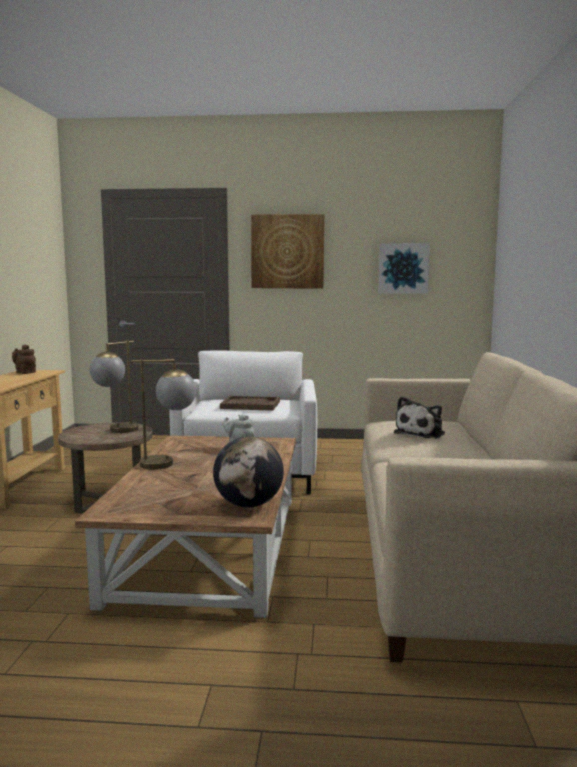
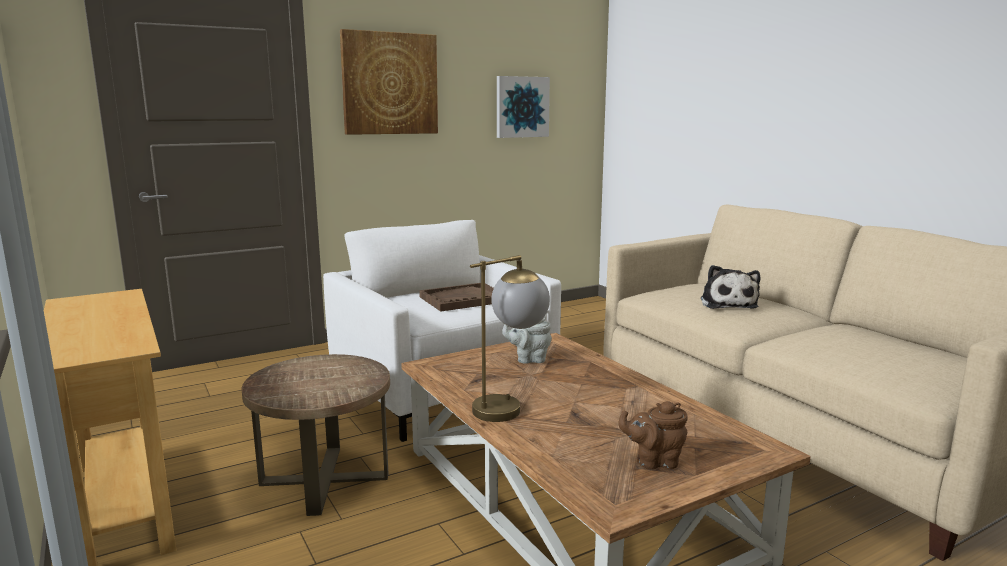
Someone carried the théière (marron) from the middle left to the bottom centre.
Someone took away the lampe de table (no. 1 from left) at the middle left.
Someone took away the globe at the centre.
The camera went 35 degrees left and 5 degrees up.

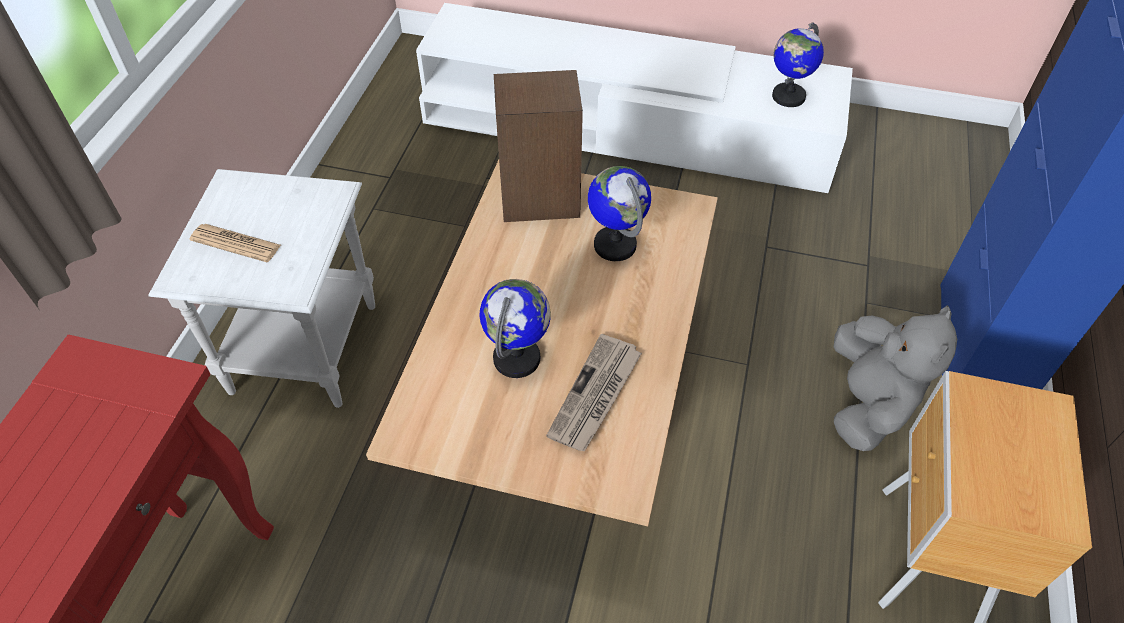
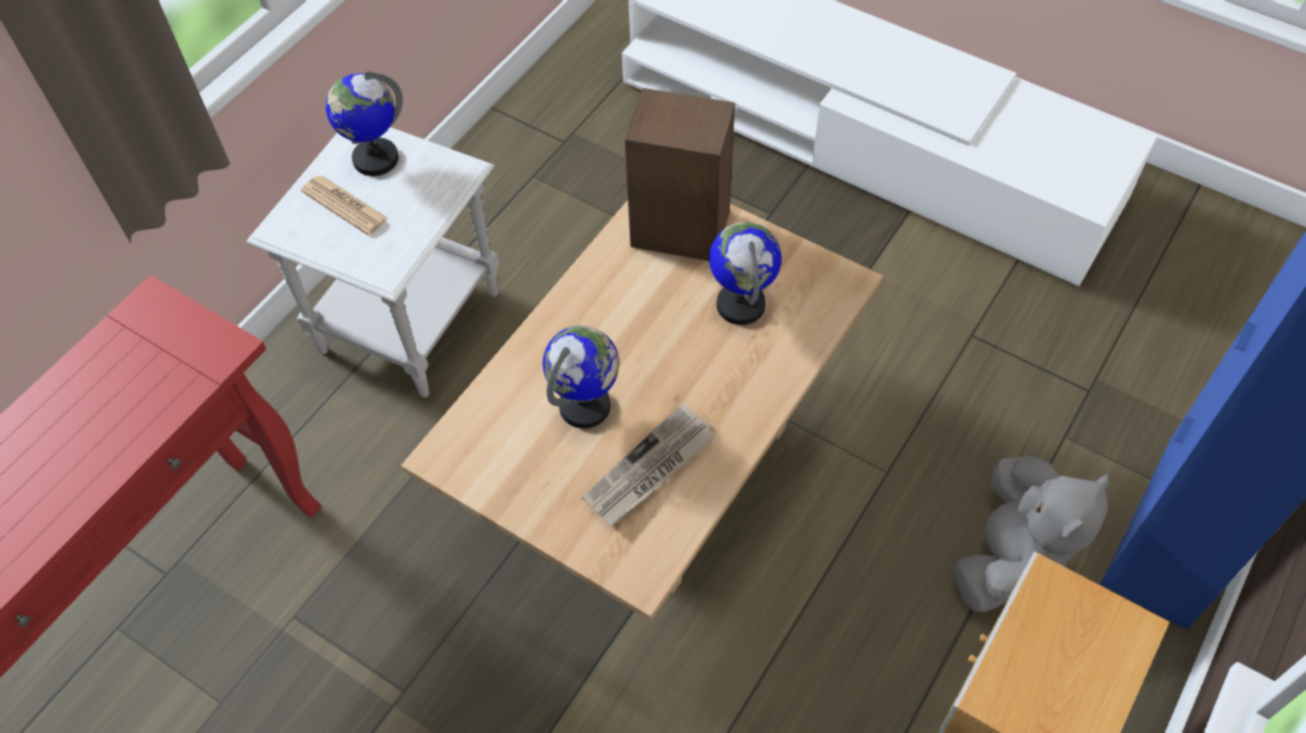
Someone carried the globe (no. 3 from left in the first image) from the top right to the top left.
The camera went 20 degrees right and 5 degrees up.

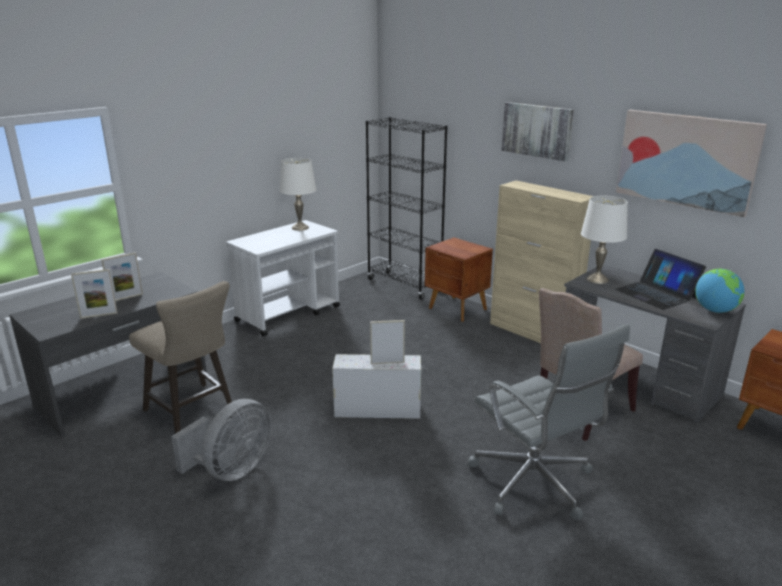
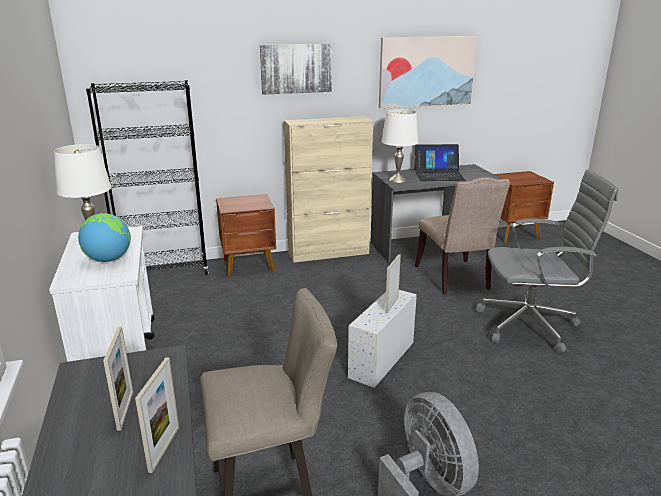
Someone carried the globe from the middle right to the middle left.
The camera went 60 degrees left and 0 degrees up.

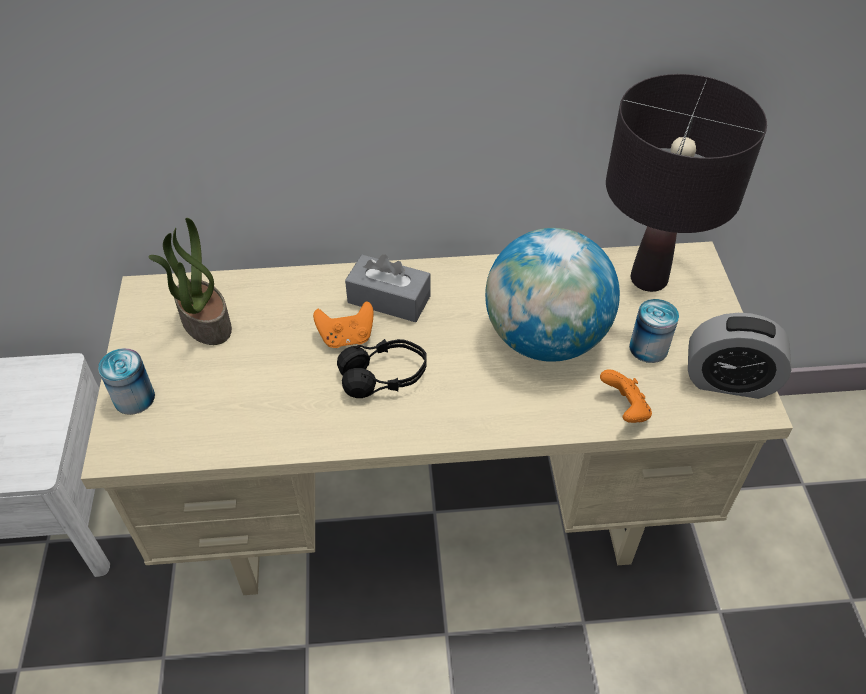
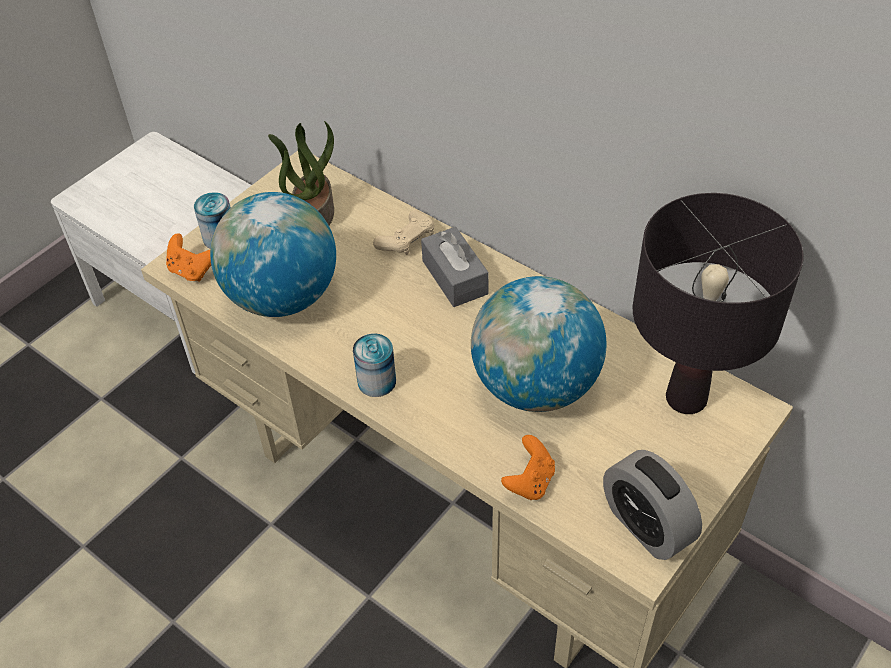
Someone carried the manette (orange) (no. 1 from left) from the centre to the middle left.
Someone took away the casque audio (noir) at the centre.
Someone carried the boîte métallique (no. 2 from left) from the middle right to the centre.
Someone put down the globe (no. 1 from left) at the middle left.
Someone put down the manette (beige) at the centre.
The camera went 45 degrees right and 0 degrees up.

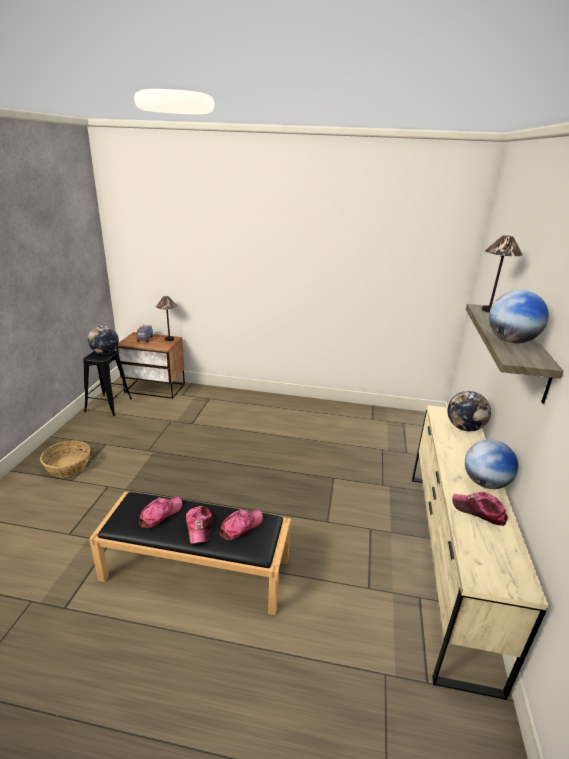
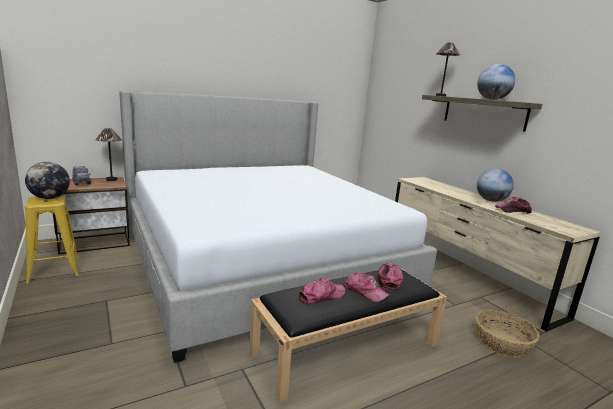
Someone carried the panier from the middle left to the bottom right.
Someone repainted the tabouret (noir) at the middle left, which became the tabouret (jaune) at the middle left.
Someone rotated the casquette (no. 1 from left) at the bottom left by 60 degrees clockwise.
Someone took away the globe (no. 2 from left) at the middle right.
Someone put down the lit at the centre.
The camera went 40 degrees left and 10 degrees down.

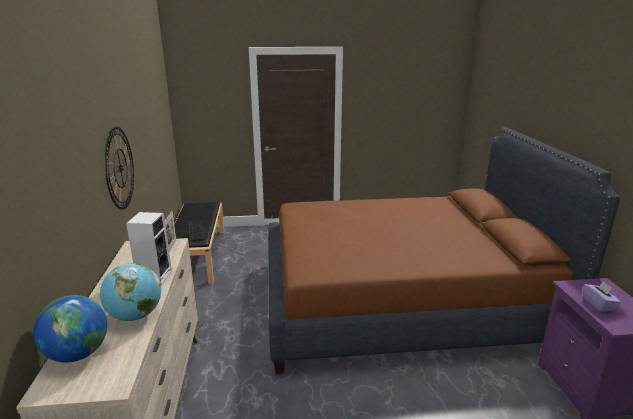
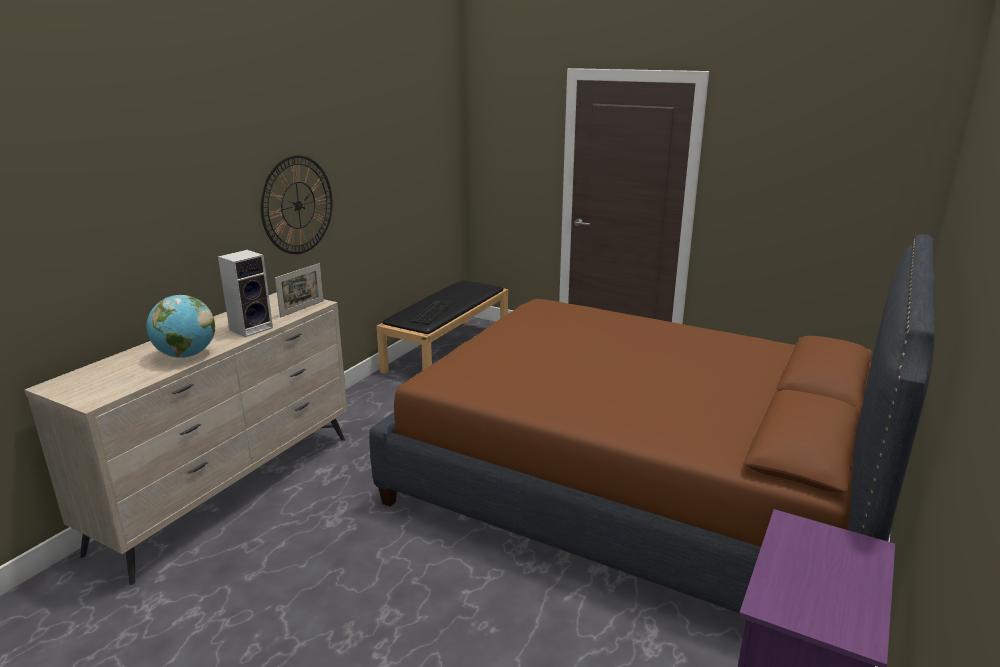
Someone took away the globe (no. 1 from left) at the bottom left.
Someone took away the boîte à mouchoirs (violet) at the bottom right.
The camera went 35 degrees right and 0 degrees up.

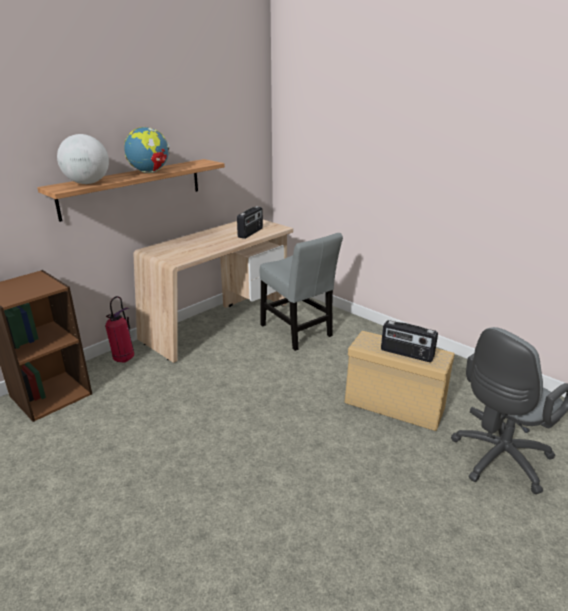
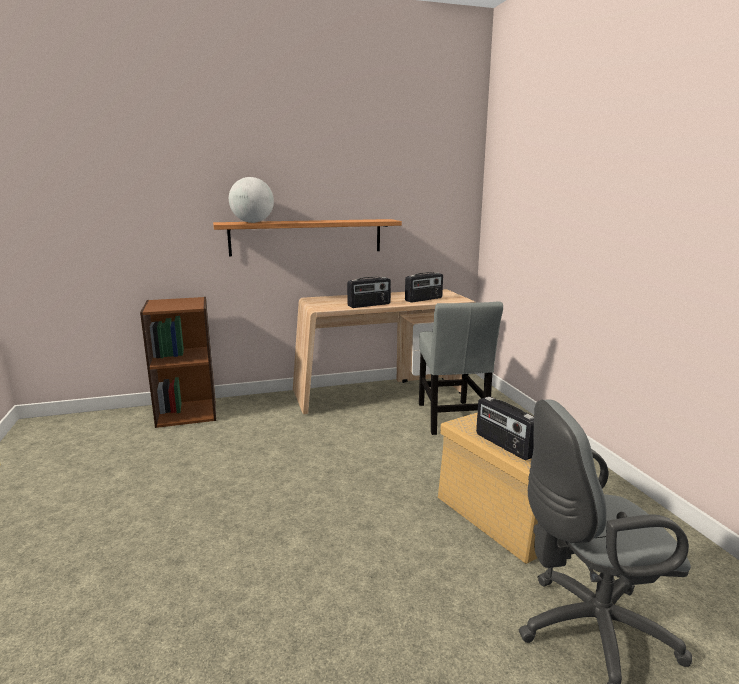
Someone took away the extincteur at the middle left.
Someone took away the globe (no. 2 from left) at the top left.
Someone put down the radio (no. 1 from left) at the centre.
The camera went 30 degrees right and 10 degrees down.

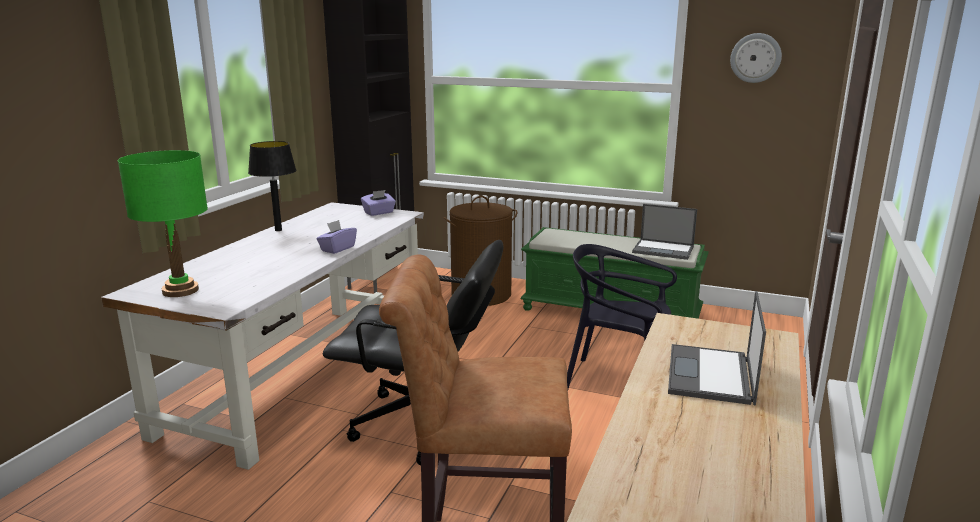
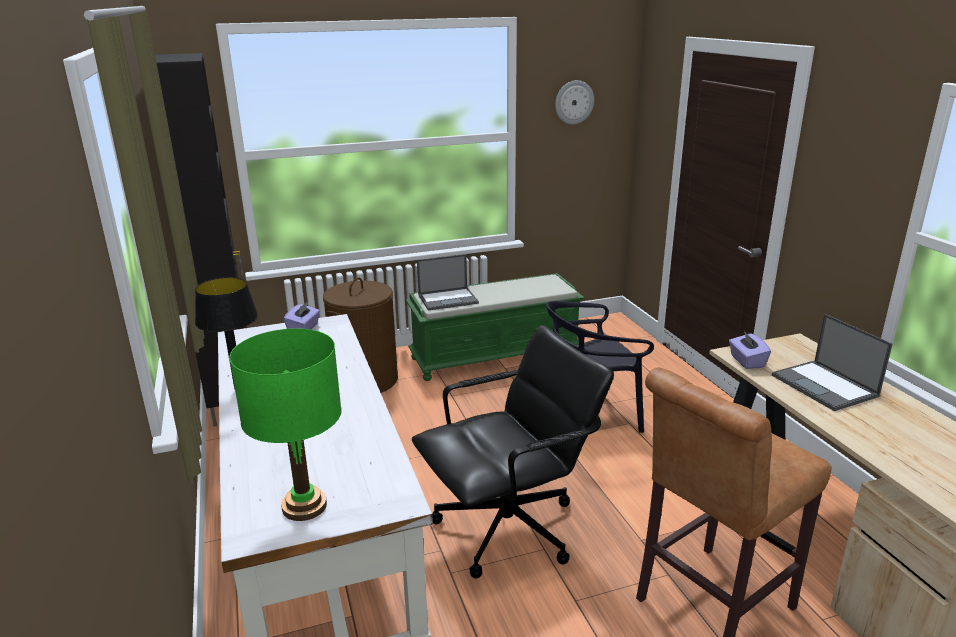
Someone carried the boîte à mouchoirs (violet) (no. 1 from left in the first image) from the centre to the middle right.
Someone carried the ordinateur portable (no. 1 from left) from the middle right to the centre.
The camera went 40 degrees left and 5 degrees up.

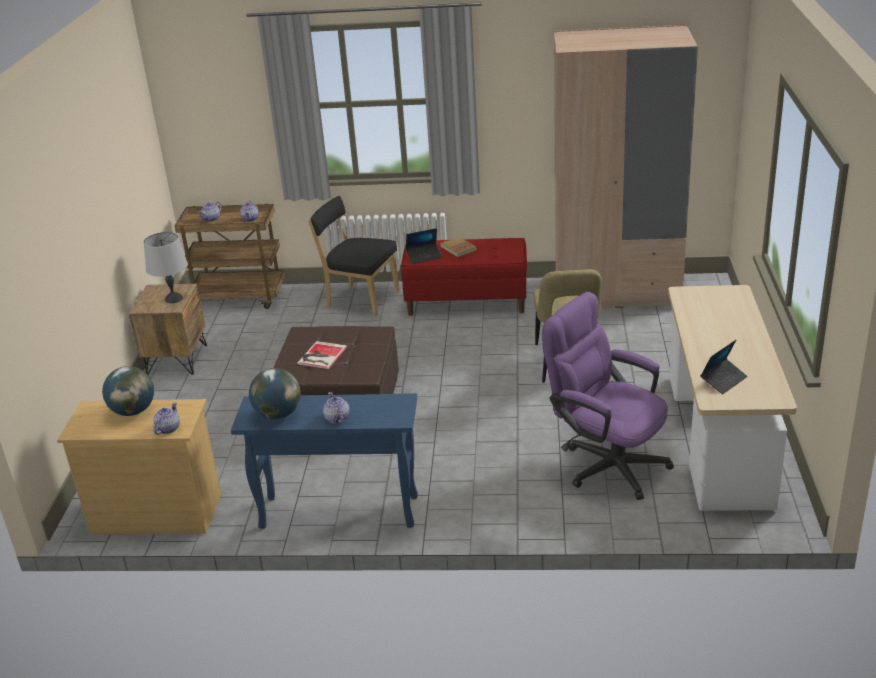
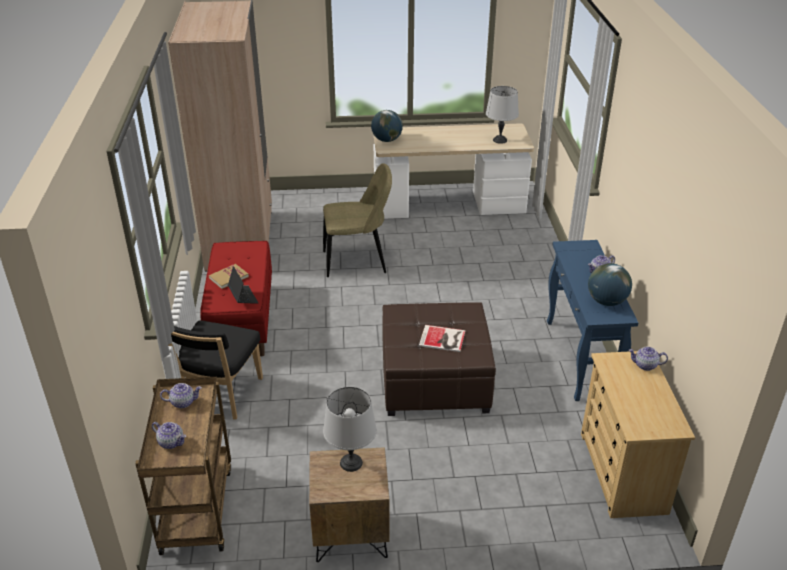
Someone carried the globe (no. 1 from left) from the middle left to the top centre.
Someone took away the chaise de bureau (violet) at the middle right.
Someone swapped the ordinateur portable (no. 2 from left) at the middle right for the lampe de table (gris) (no. 2 from left) at the top centre.
The camera went 100 degrees left and 5 degrees up.

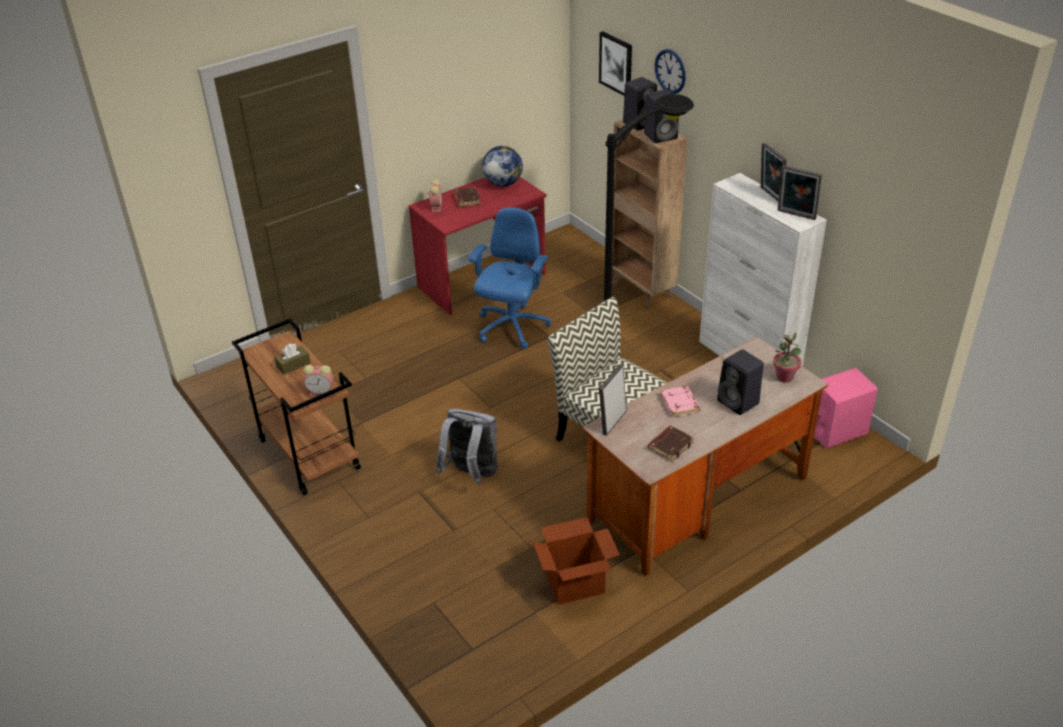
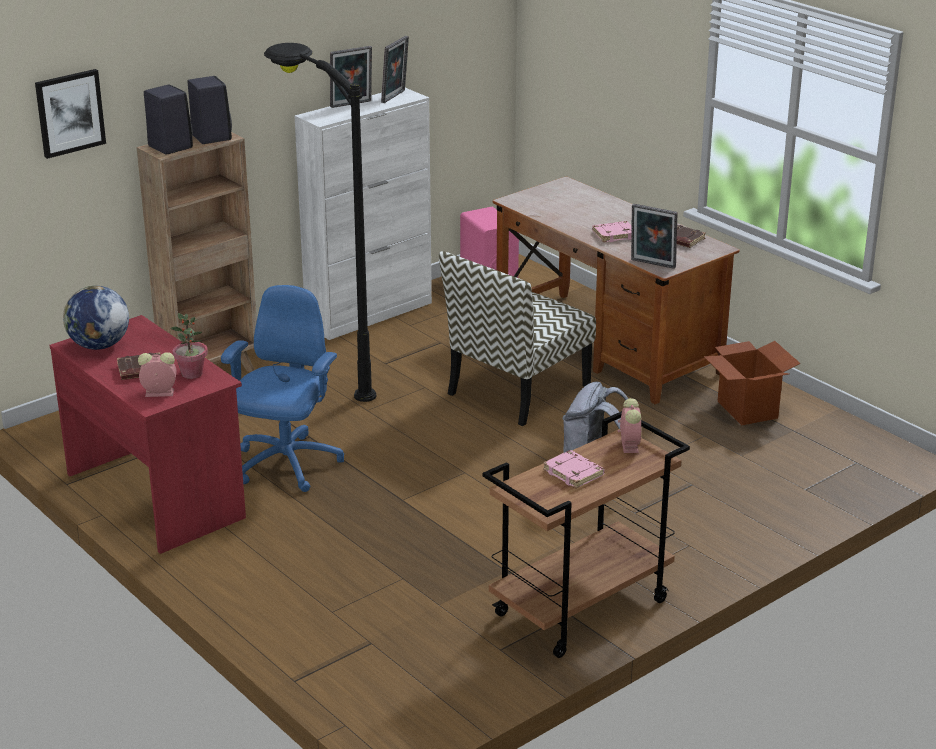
Someone swapped the boîte à mouchoirs (marron) at the middle left for the livre (rose) (no. 1 from left) at the centre.
Someone rotated the chaise de bureau (bleu) at the centre by 90 degrees clockwise.
Someone took away the horloge murale at the top centre.
Someone took away the enceinte (noir) (no. 3 from left) at the middle right.
Someone carried the plante en pot from the middle right to the middle left.
The camera went 95 degrees left and 10 degrees down.

